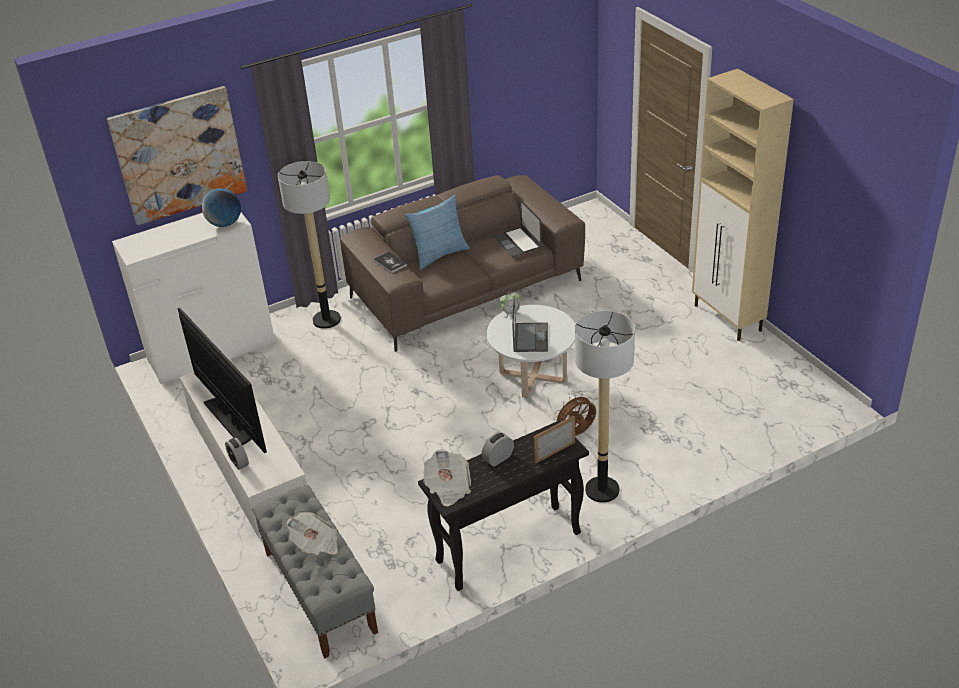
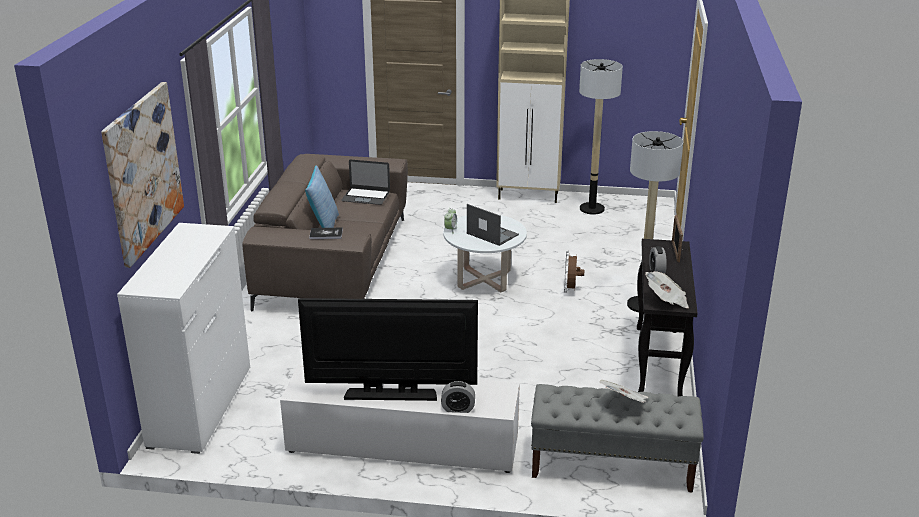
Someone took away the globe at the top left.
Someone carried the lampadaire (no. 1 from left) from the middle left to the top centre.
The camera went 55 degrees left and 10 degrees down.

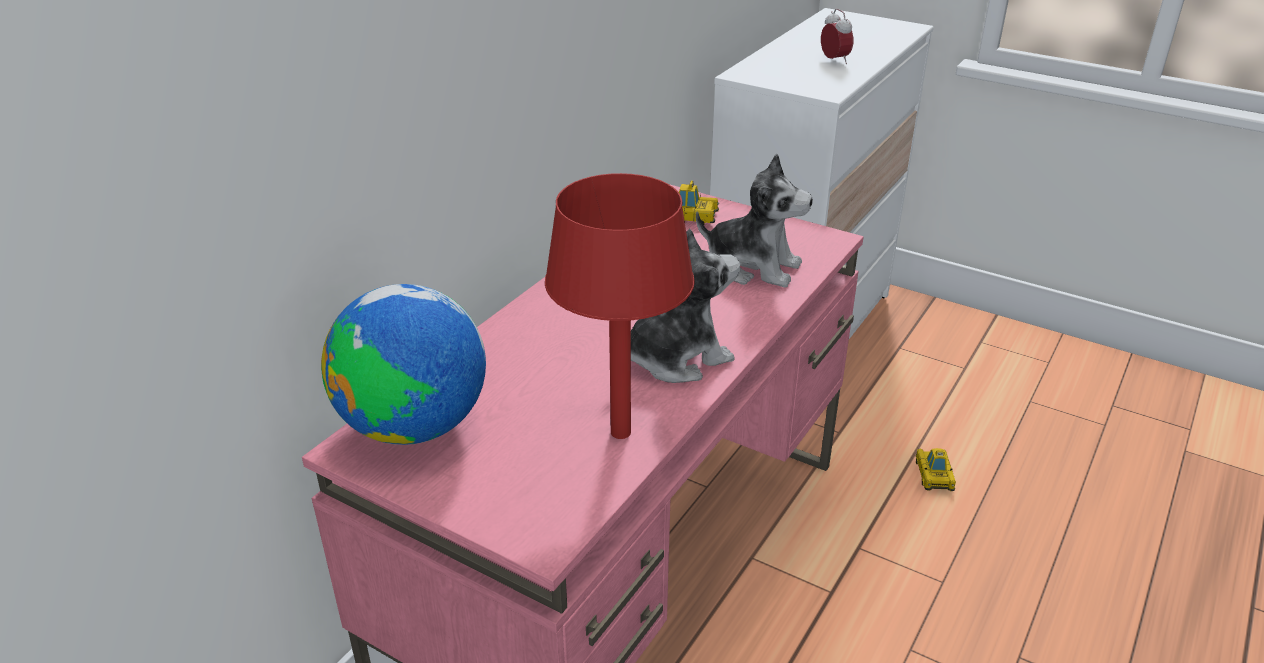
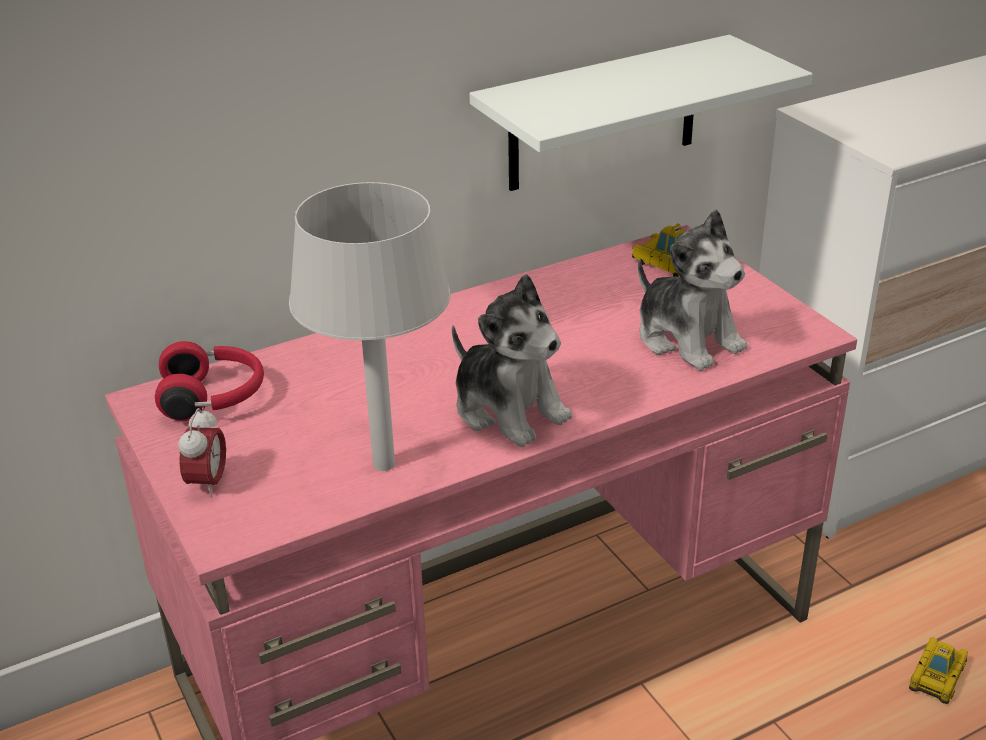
Someone swapped the globe at the middle left for the casque audio (rouge) at the middle left.
Someone repainted the lampe de table (rouge) at the centre, which became the lampe de table (gris) at the centre.
Someone rotated the peluche (no. 1 from left) at the centre by 45 degrees clockwise.
Someone carried the réveil from the top centre to the middle left.
Someone put up the étagère (blanc) at the top centre.
The camera went 30 degrees right and 0 degrees up.

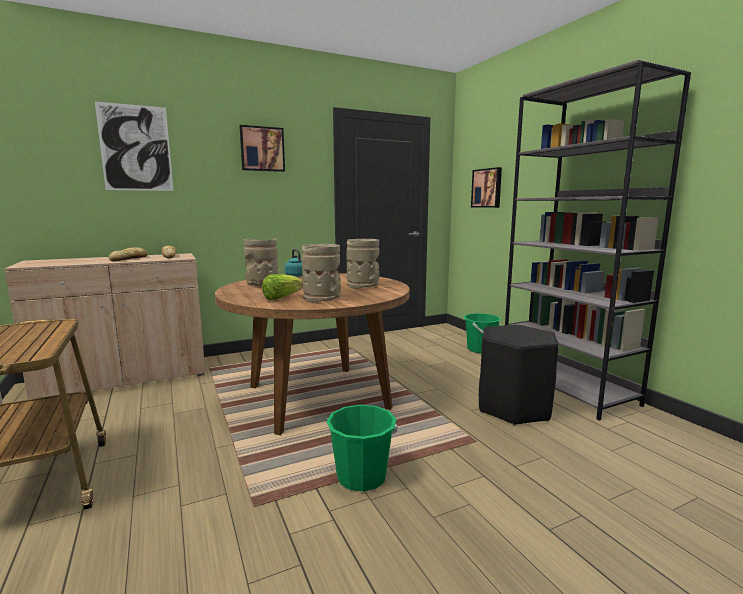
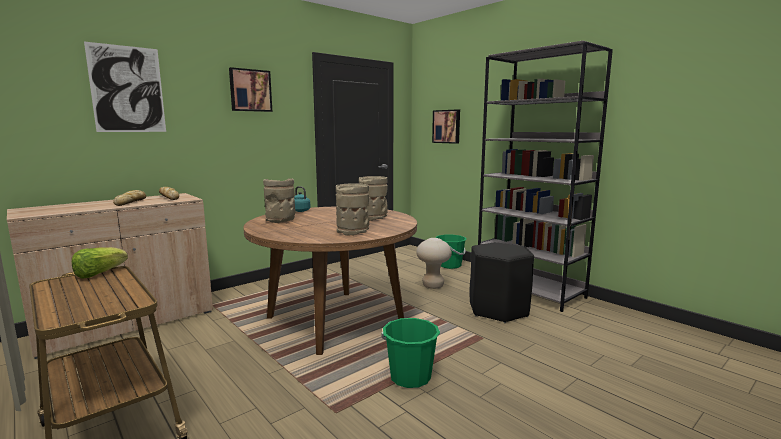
Someone carried the laitue from the centre to the middle left.
Someone put down the tabouret (beige) at the centre.
The camera went 15 degrees left and 0 degrees up.

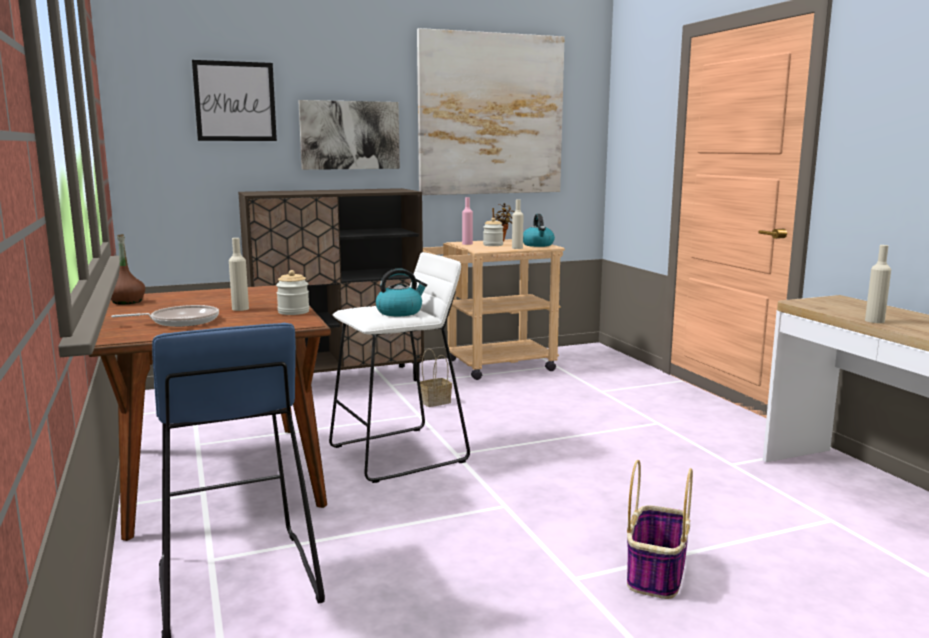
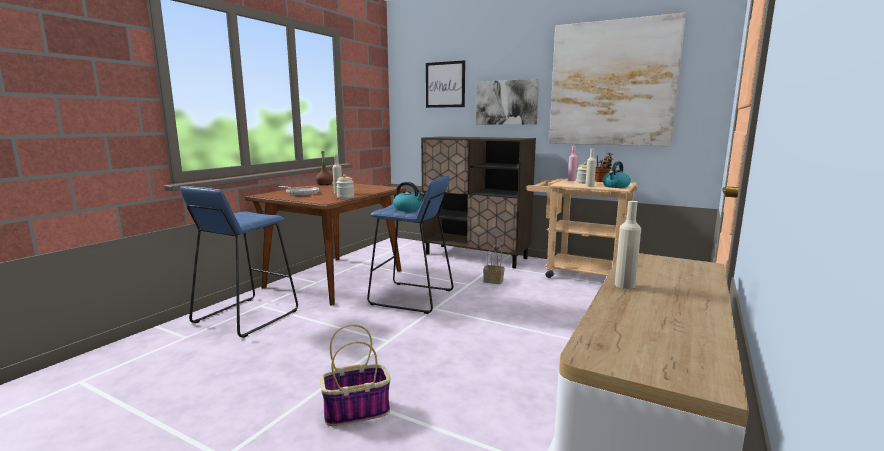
Someone repainted the tabouret (blanc) at the centre, which became the tabouret (bleu) (no. 2 from left) at the centre.
The camera went 50 degrees right and 0 degrees up.

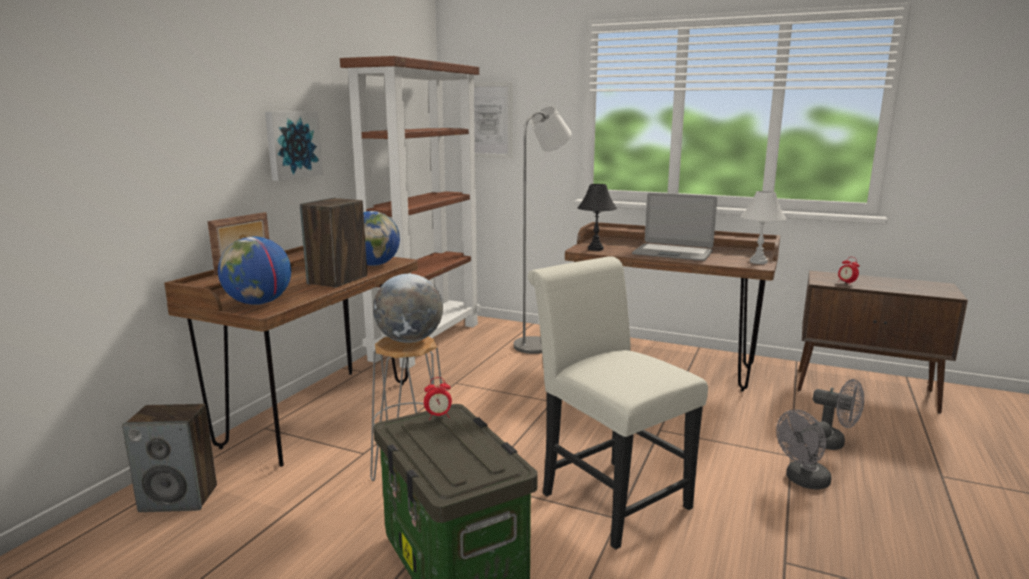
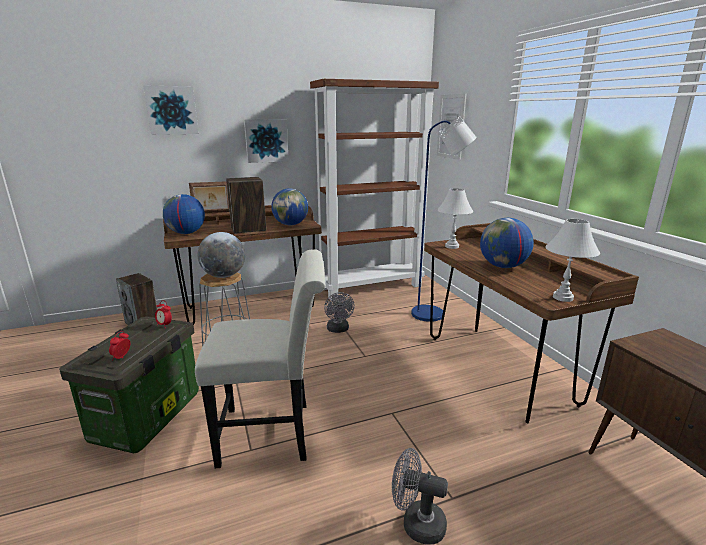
Someone repainted the lampadaire (gris) at the centre, which became the lampadaire (bleu) at the centre.
Someone rotated the chaise (blanc) at the bottom centre by 75 degrees clockwise.
Someone repainted the lampe de table (noir) at the centre, which became the lampe de table (blanc) (no. 1 from left) at the centre.
Someone swapped the ordinateur portable at the centre for the globe (no. 4 from left) at the middle right.
Someone carried the ventilateur (gris) (no. 2 from left in the first image) from the bottom right to the centre.
Someone carried the réveil (no. 2 from left in the first image) from the middle right to the middle left.
Someone put up the tableau (no. 1 from left) at the top left.
The camera went 45 degrees right and 5 degrees up.

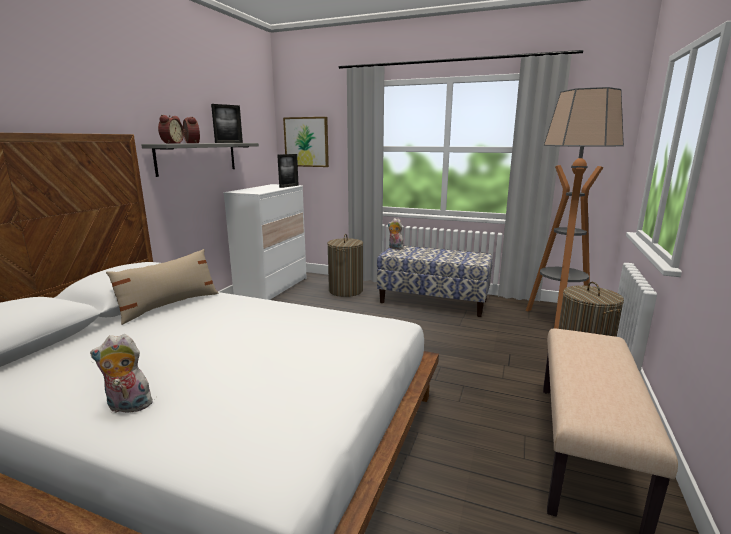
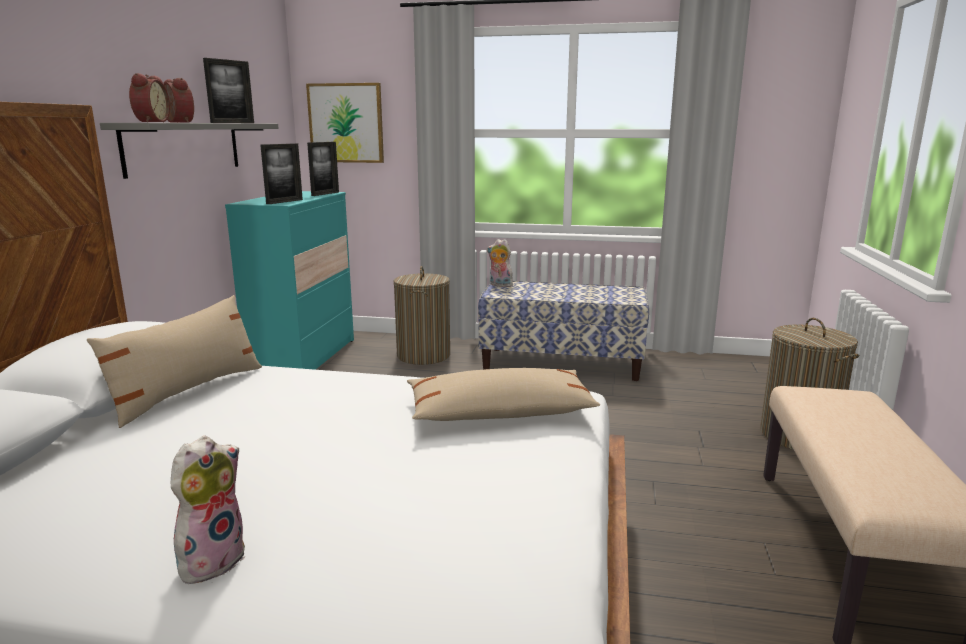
Someone rotated the peluche (no. 1 from left) at the bottom left by 135 degrees clockwise.
Someone repainted the commode (blanc) at the centre, which became the commode (turquoise) at the middle left.
Someone took away the lampadaire at the middle right.
Someone put down the cadre photo (no. 2 from left) at the top left.
Someone put down the coussin (beige) (no. 2 from left) at the centre.
The camera went 10 degrees left and 0 degrees up.

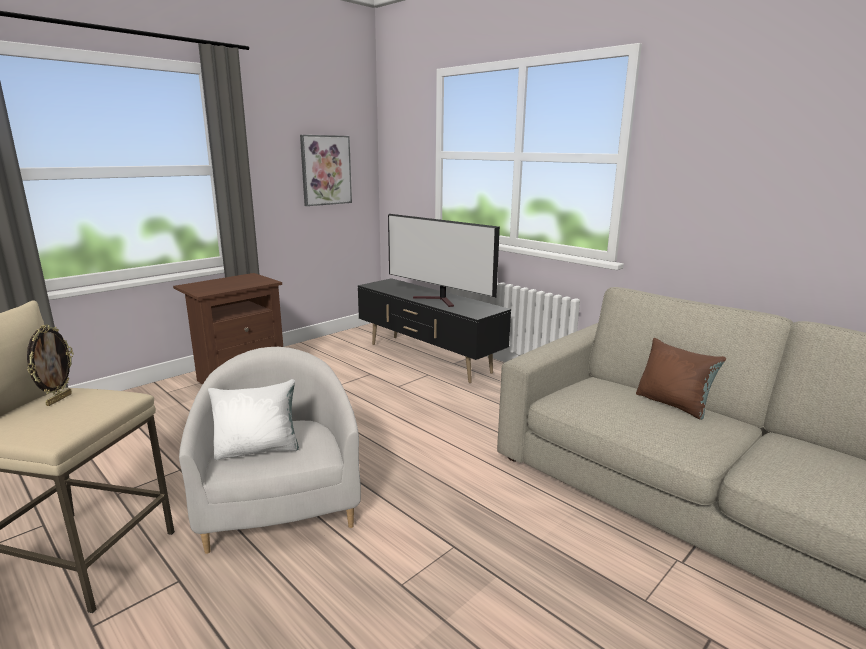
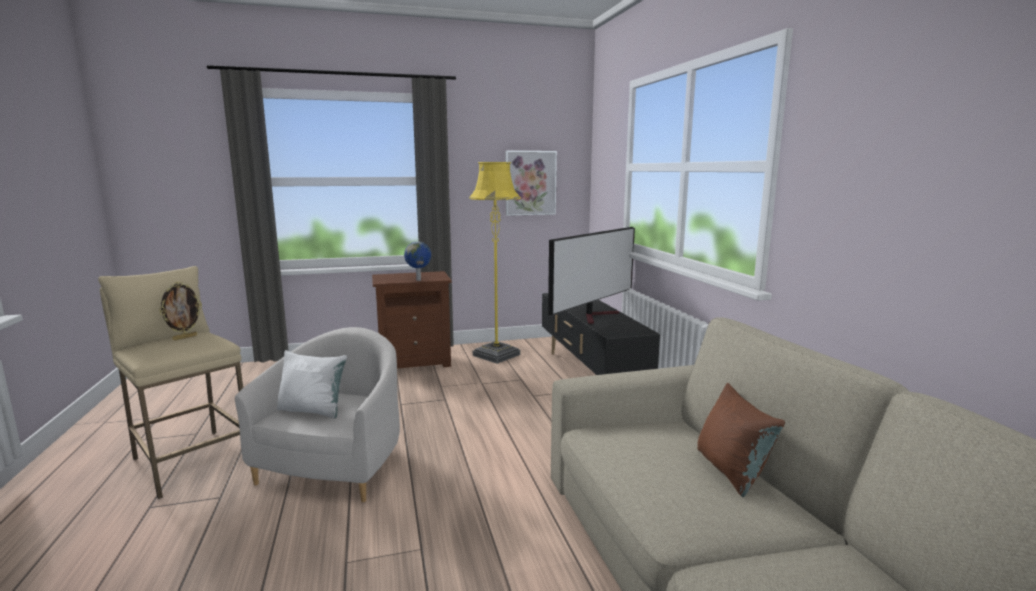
Someone rotated the téléviseur at the centre by 120 degrees counterclockwise.
Someone put down the globe at the centre.
Someone put down the lampadaire (jaune) at the centre.
The camera went 30 degrees right and 5 degrees down.

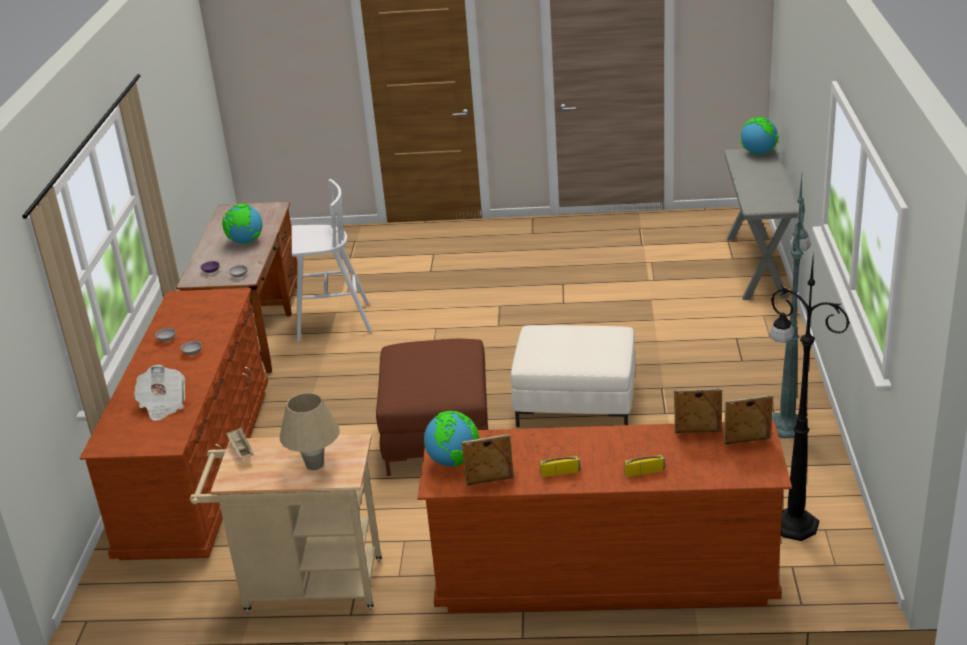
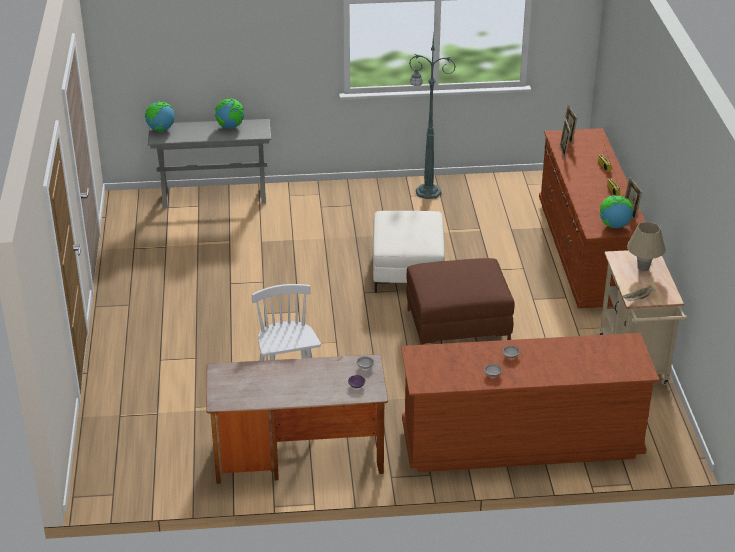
Someone took away the journal at the middle left.
Someone carried the globe (no. 1 from left in the first image) from the middle left to the top left.
Someone took away the lampadaire (noir) at the middle right.
The camera went 100 degrees left and 5 degrees up.

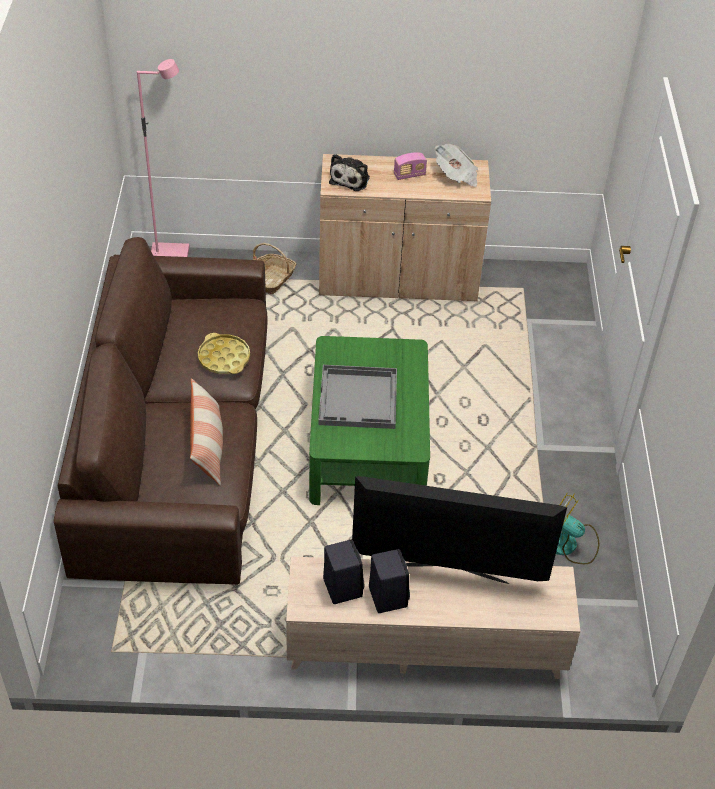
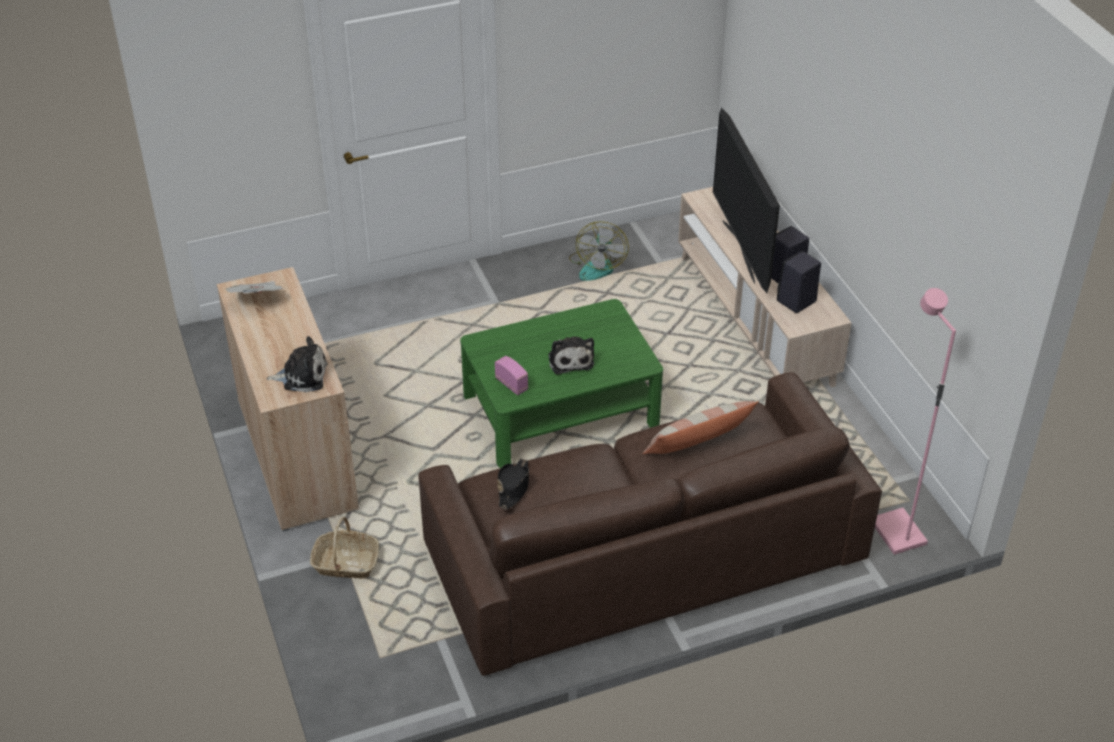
Someone carried the lampadaire (rose) from the top left to the middle right.
Someone took away the plateau (jaune) at the middle left.
Someone swapped the plateau (gris) at the centre for the peluche (no. 2 from left) at the centre.
Someone carried the radio from the top centre to the centre.
Someone put down the chapeau (noir) at the centre.
The camera went 110 degrees left and 5 degrees down.

